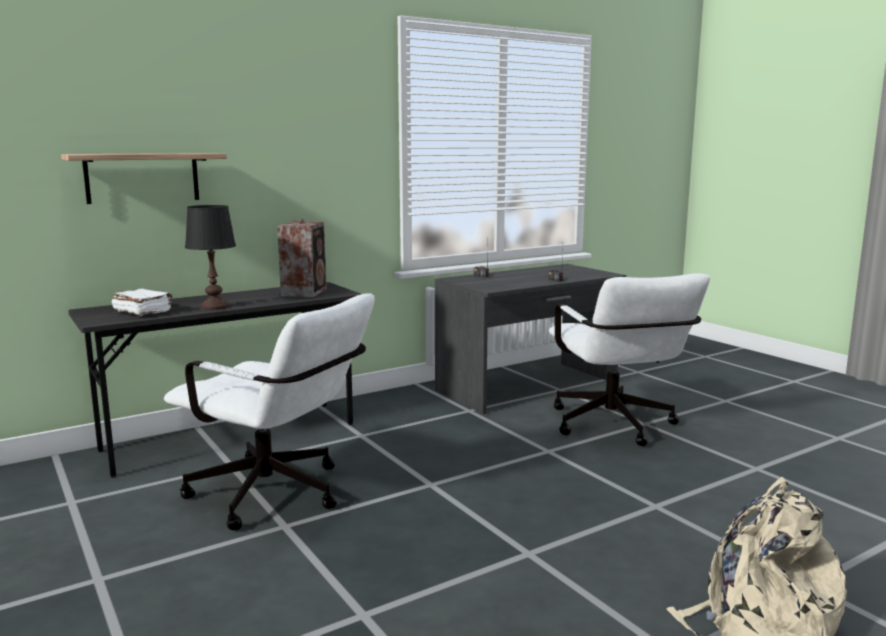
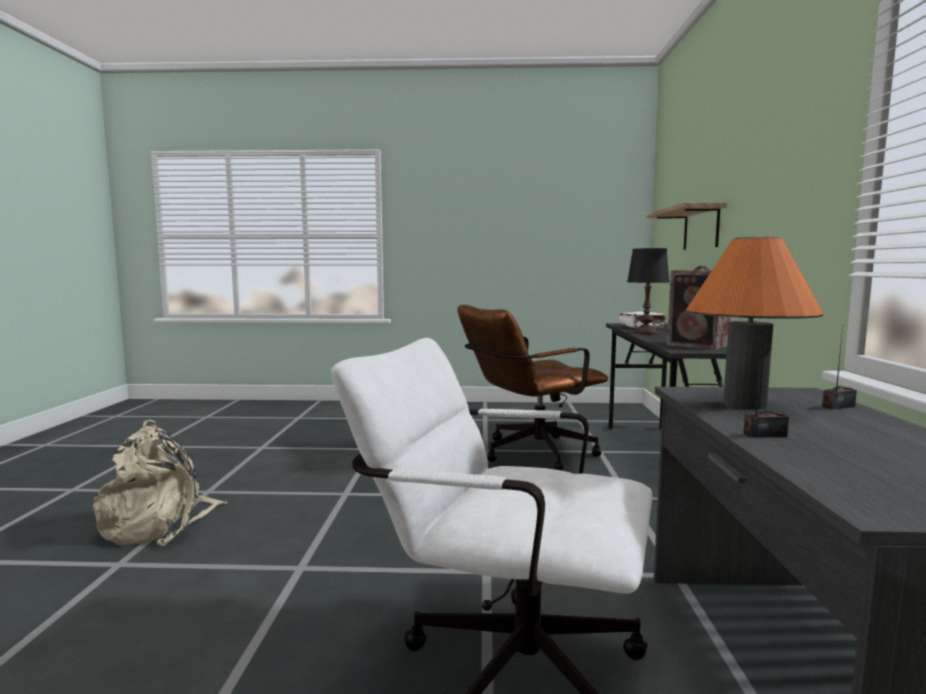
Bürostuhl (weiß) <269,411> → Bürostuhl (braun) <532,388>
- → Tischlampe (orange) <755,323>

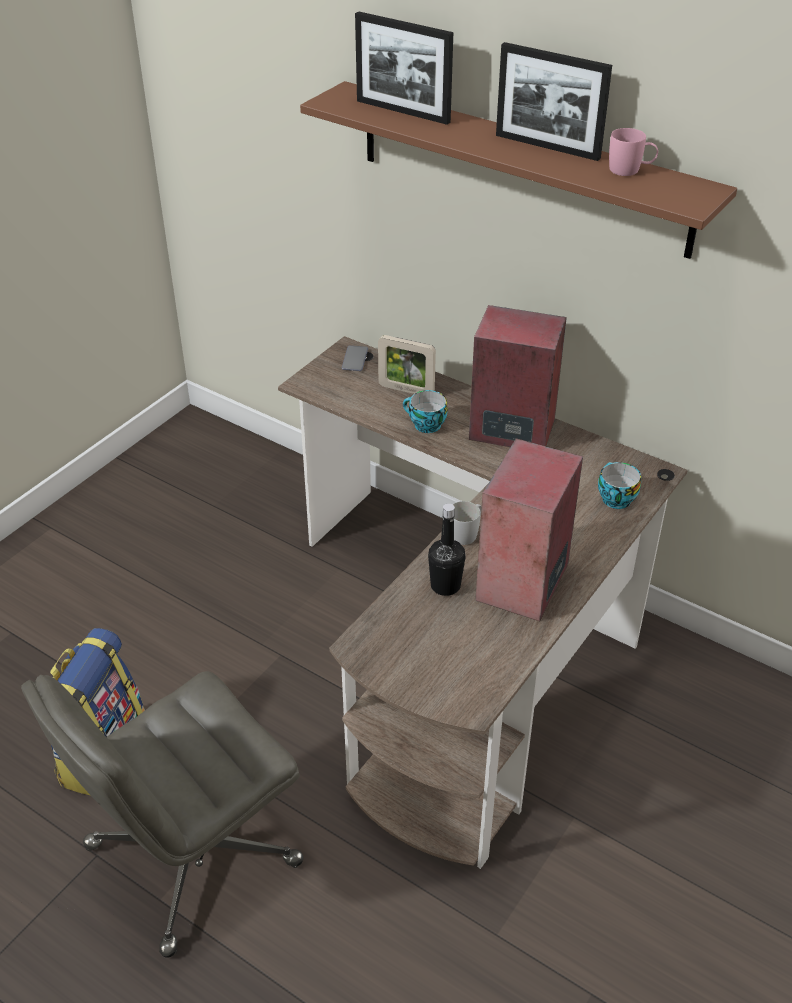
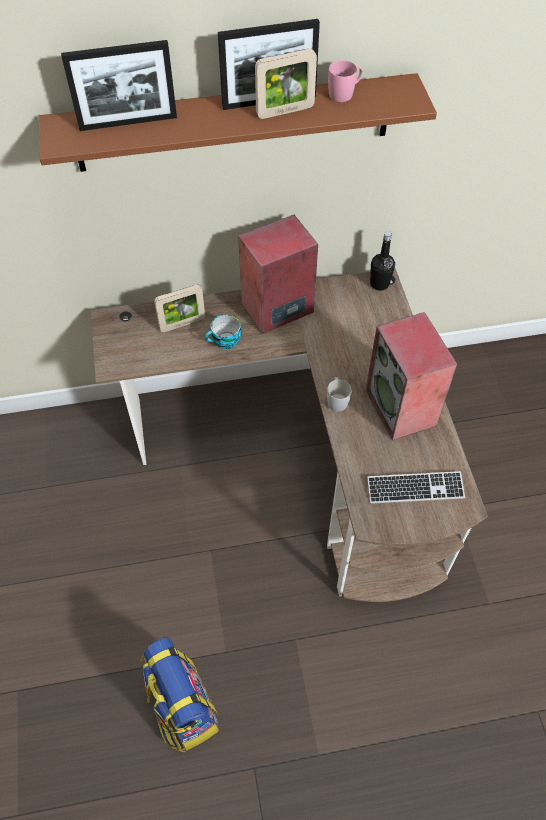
Handy <355,358> → -
Tasse <619,485> → -
Flasche (schwarz) <447,550> → Flasche (schwarz) <382,261>, move
Bürostuhl (grau) <162,814> → -
- → Bilderrahmen <286,83>
- → Tastatur <416,487>

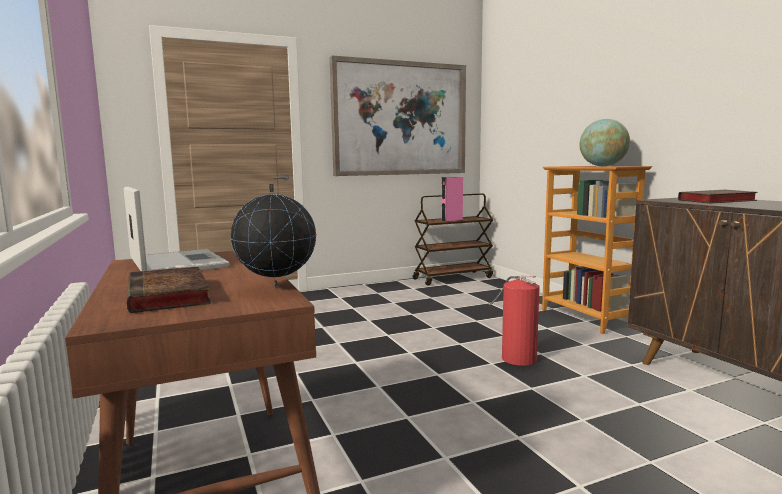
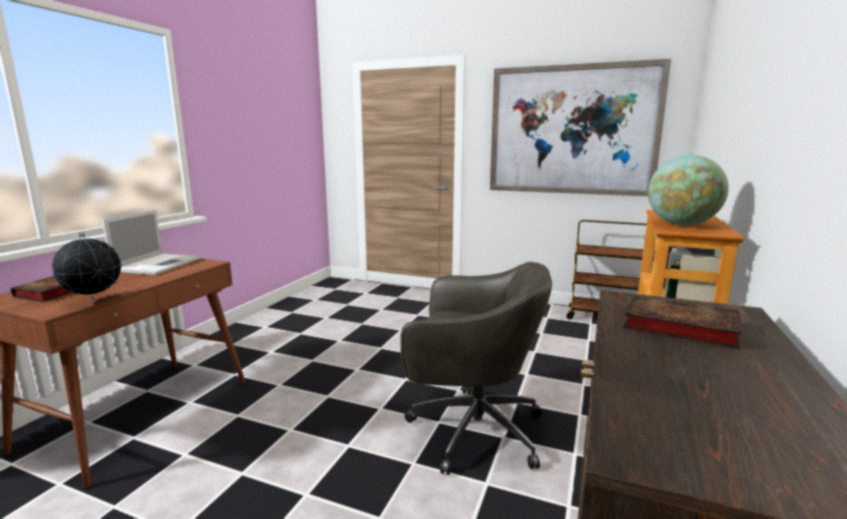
Lautsprecher (rosa) <452,199> → -
Feuerlöscher <514,321> → Bürostuhl (grau) <476,368>

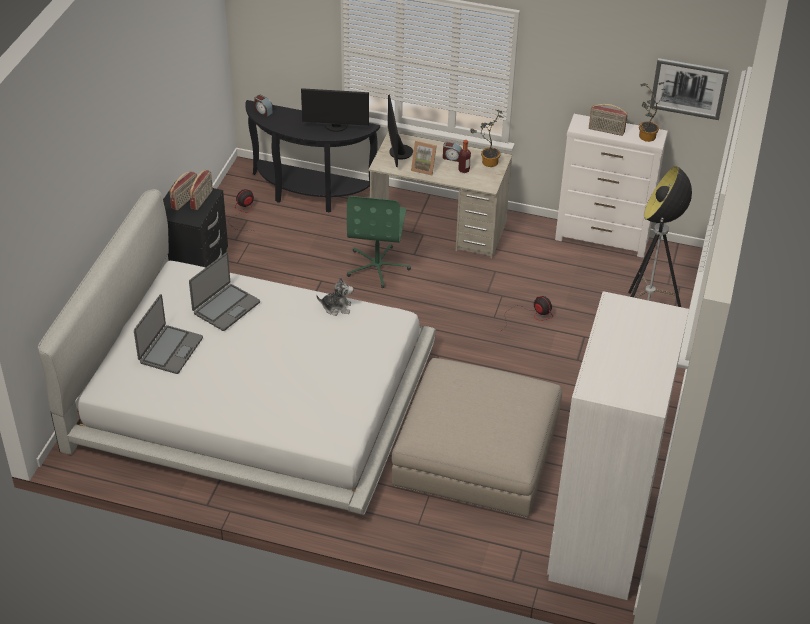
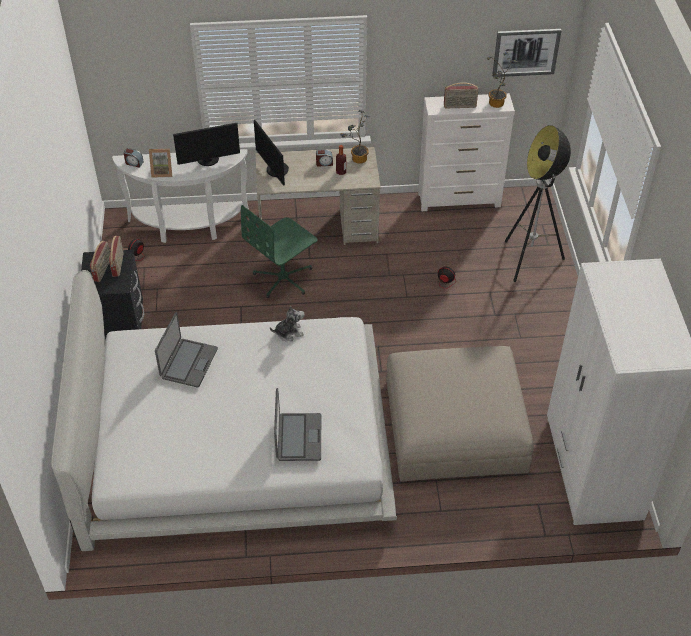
Konsolentisch (schwarz) <312,156> → Konsolentisch (weiß) <180,196>
Bilderrahmen <424,158> → Bilderrahmen <160,163>, move
Bürostuhl (grün) <379,242> → Bürostuhl (grün) <279,251>, 60 degrees clockwise
Laptop <168,334> → Laptop <297,424>, move

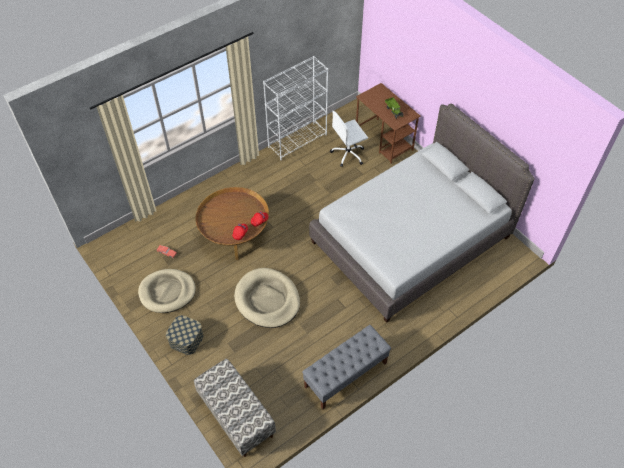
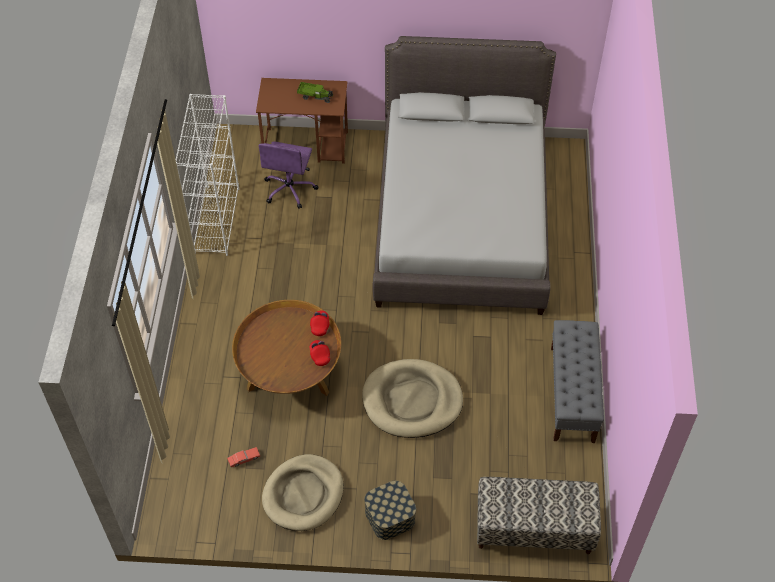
Bürostuhl (weiß) <349,139> → Bürostuhl (lila) <288,175>

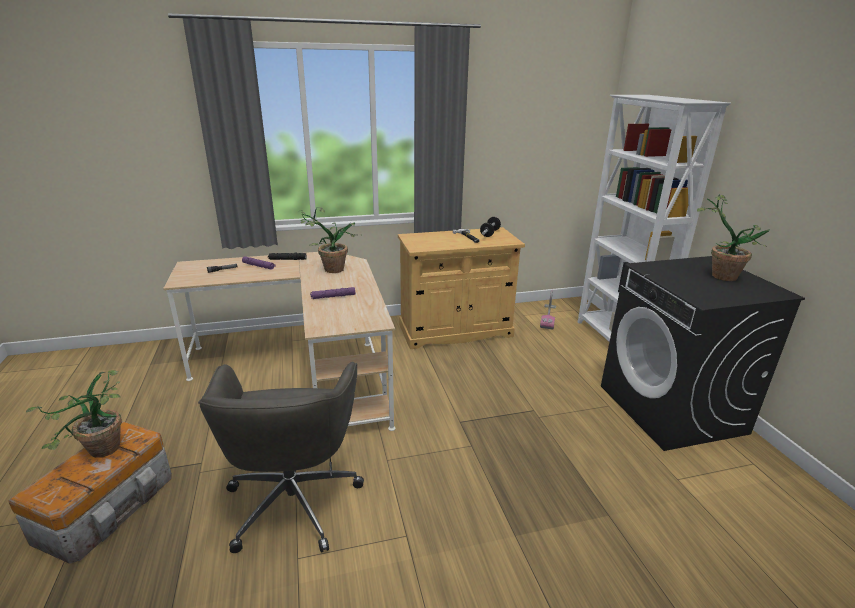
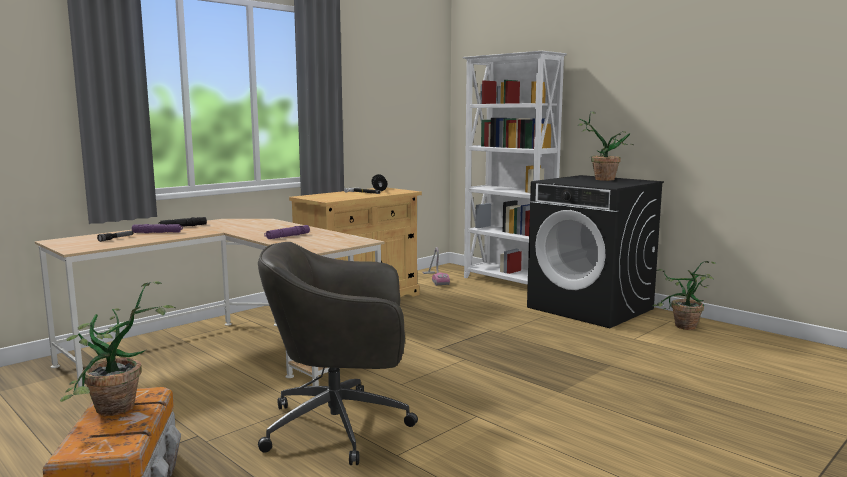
Topfpflanze <327,240> → Topfpflanze <685,295>, move
Bürostuhl (grau) <281,457> → Bürostuhl (grau) <338,353>, 120 degrees clockwise

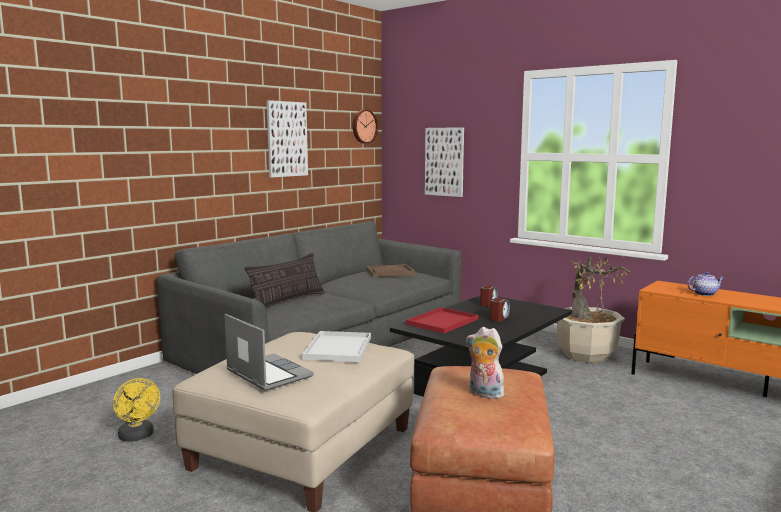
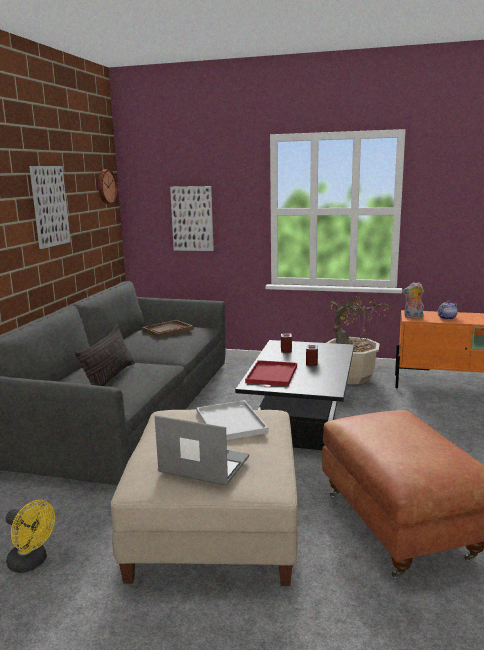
Plüschtier <485,363> → Plüschtier <413,300>, move

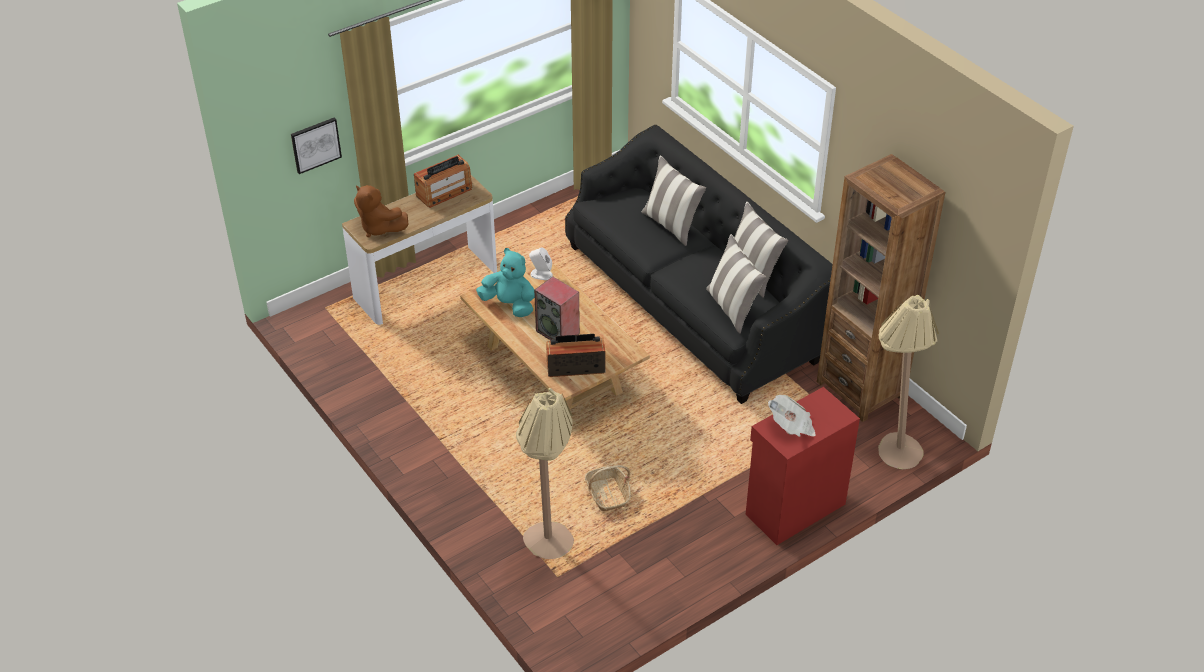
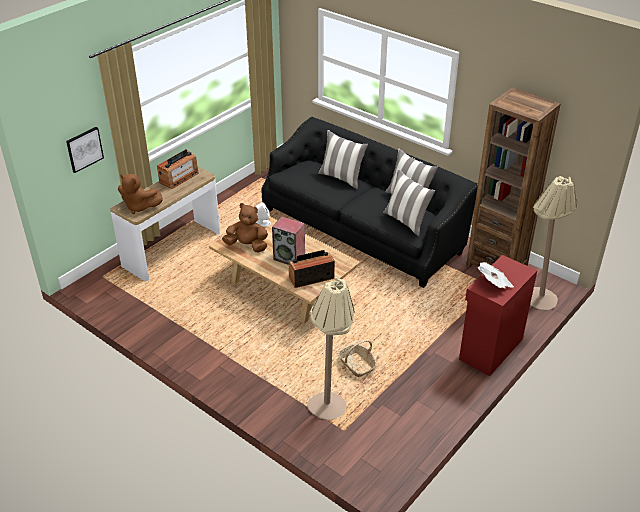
Plüschtier (türkis) <505,282> → Plüschtier (braun) <245,227>

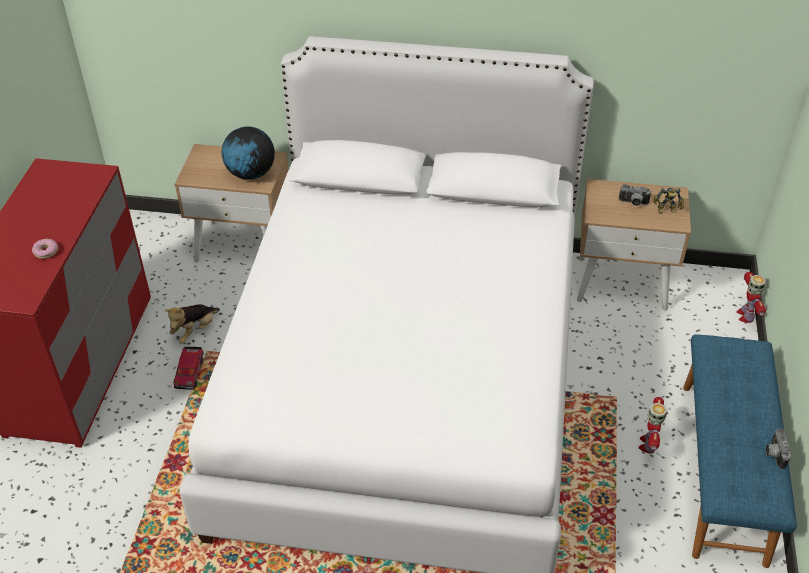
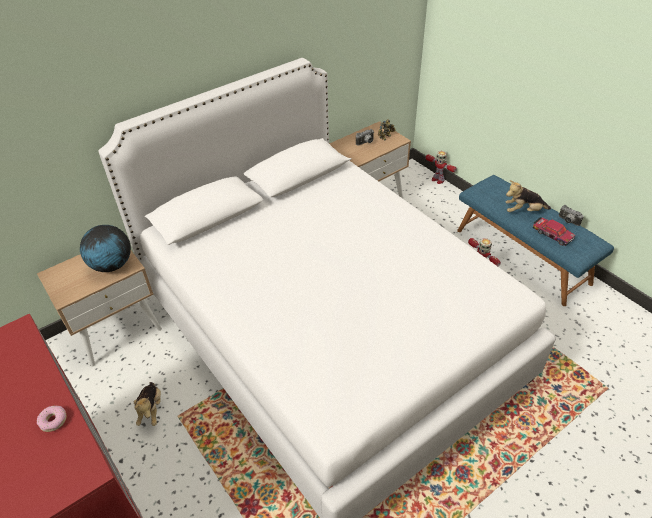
Spielzeugauto <189,368> → Spielzeugauto <554,231>, move
- → Plüschtier <528,196>

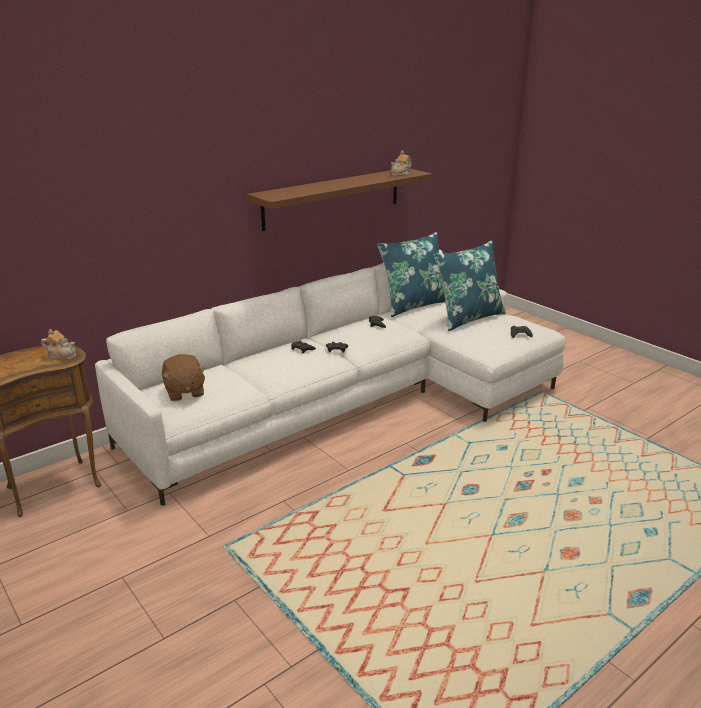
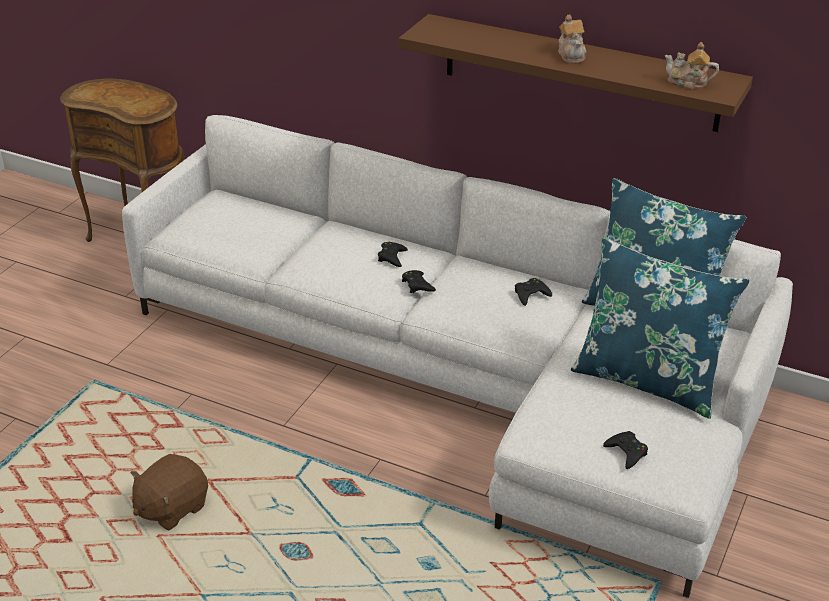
Teekanne <58,344> → Teekanne <572,39>, move
Plüschtier (braun) <184,377> → Plüschtier (braun) <169,492>, move

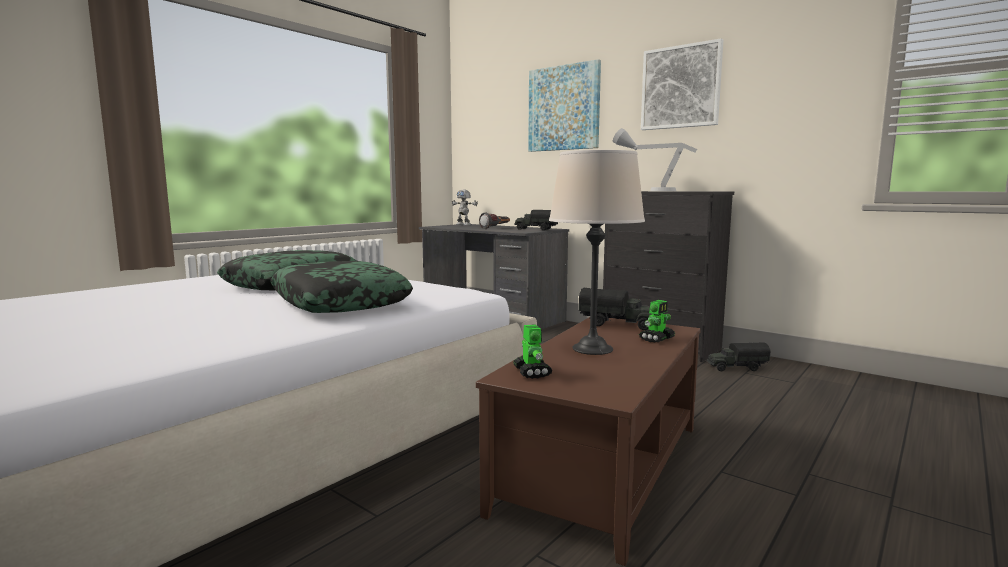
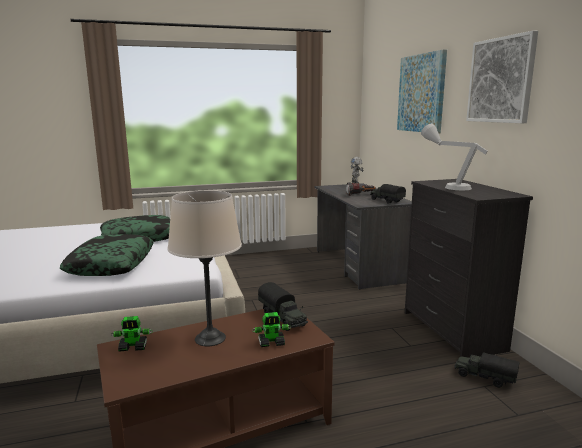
Spielzeugroboter <532,351> → Spielzeugroboter <132,334>, 60 degrees clockwise

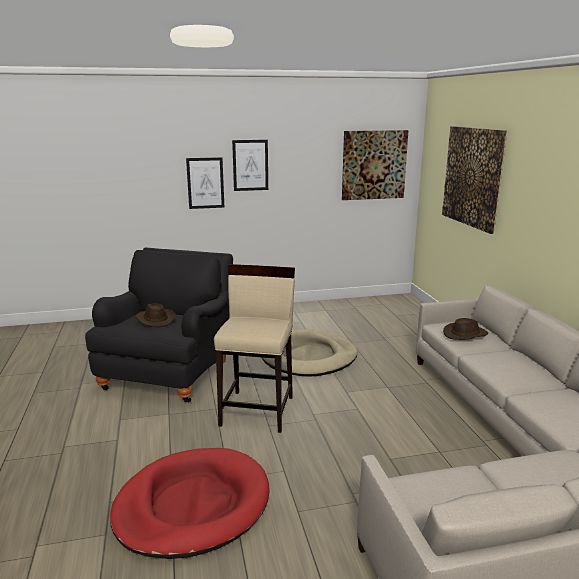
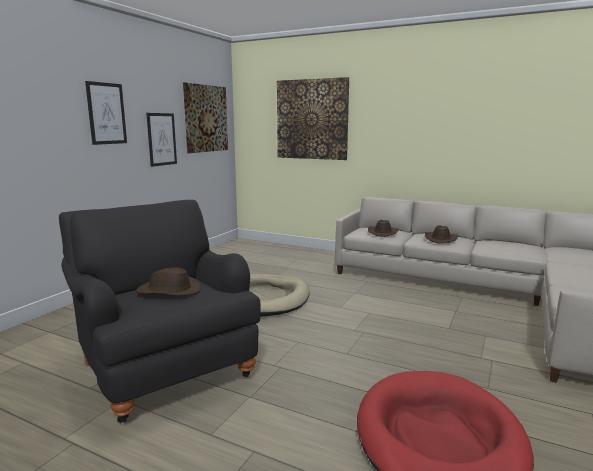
Bild <205,183> → Bild <161,140>, move
Hocker (beige) <254,348> → -
- → Hut (braun) <441,235>

